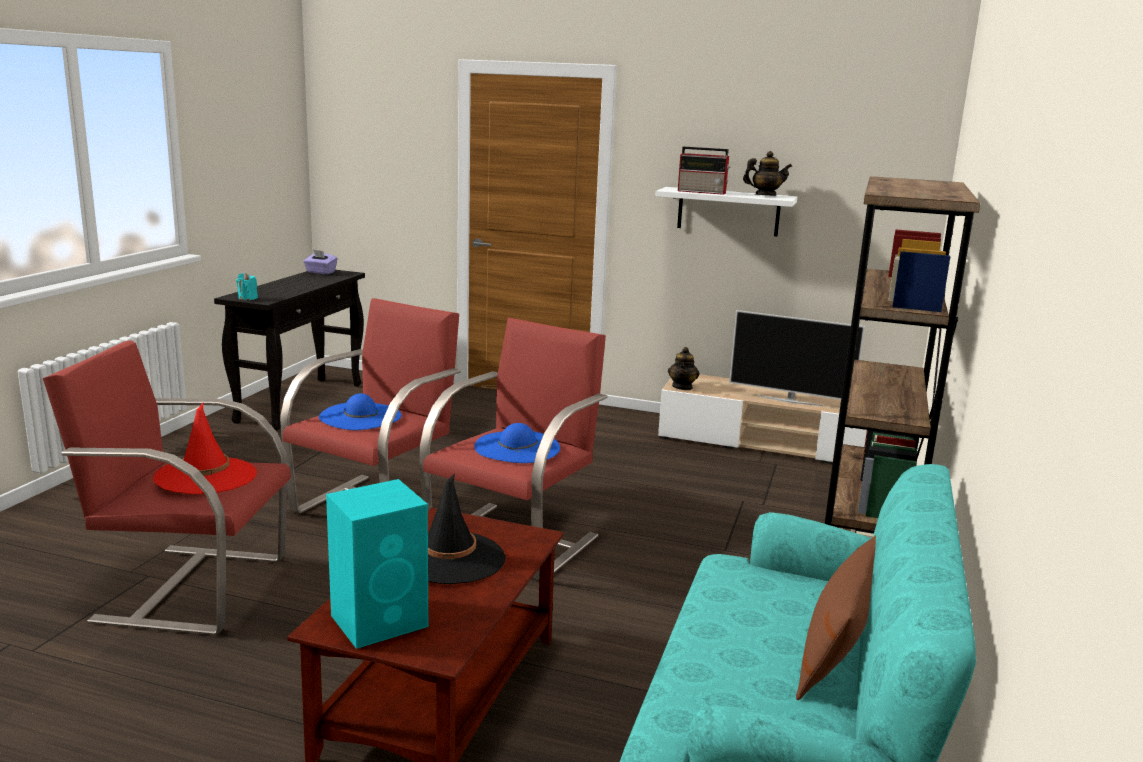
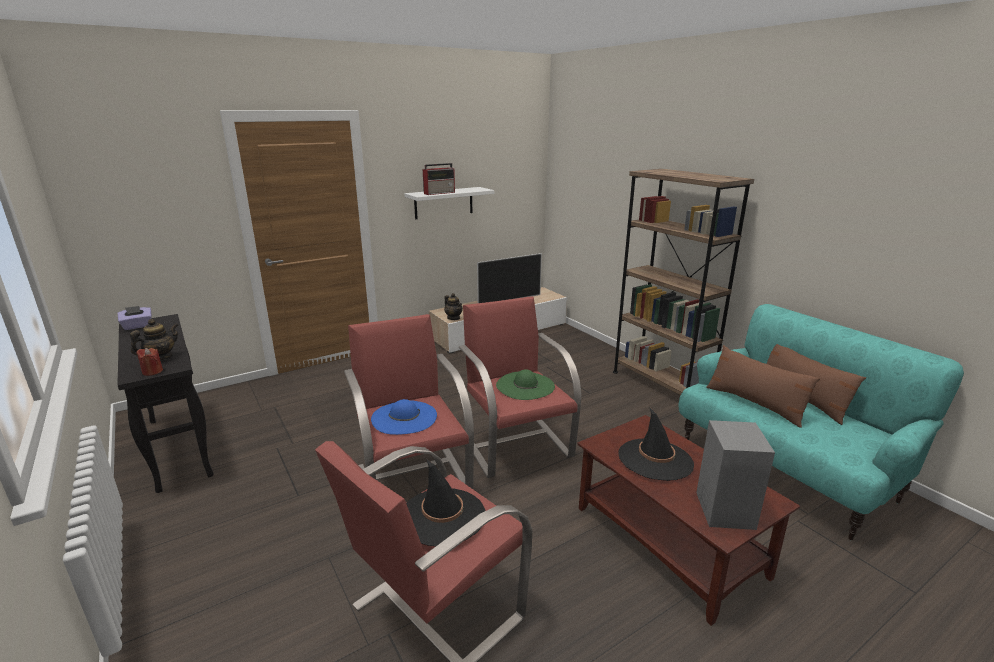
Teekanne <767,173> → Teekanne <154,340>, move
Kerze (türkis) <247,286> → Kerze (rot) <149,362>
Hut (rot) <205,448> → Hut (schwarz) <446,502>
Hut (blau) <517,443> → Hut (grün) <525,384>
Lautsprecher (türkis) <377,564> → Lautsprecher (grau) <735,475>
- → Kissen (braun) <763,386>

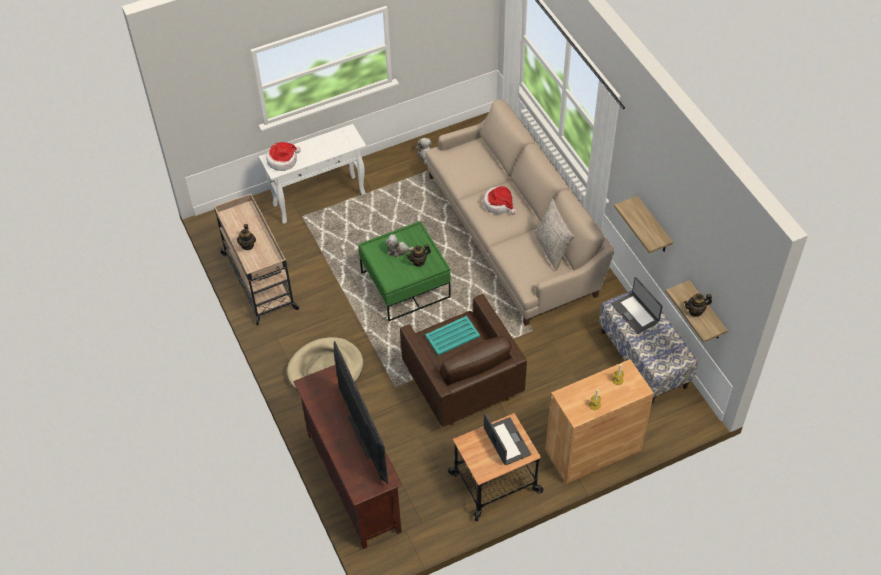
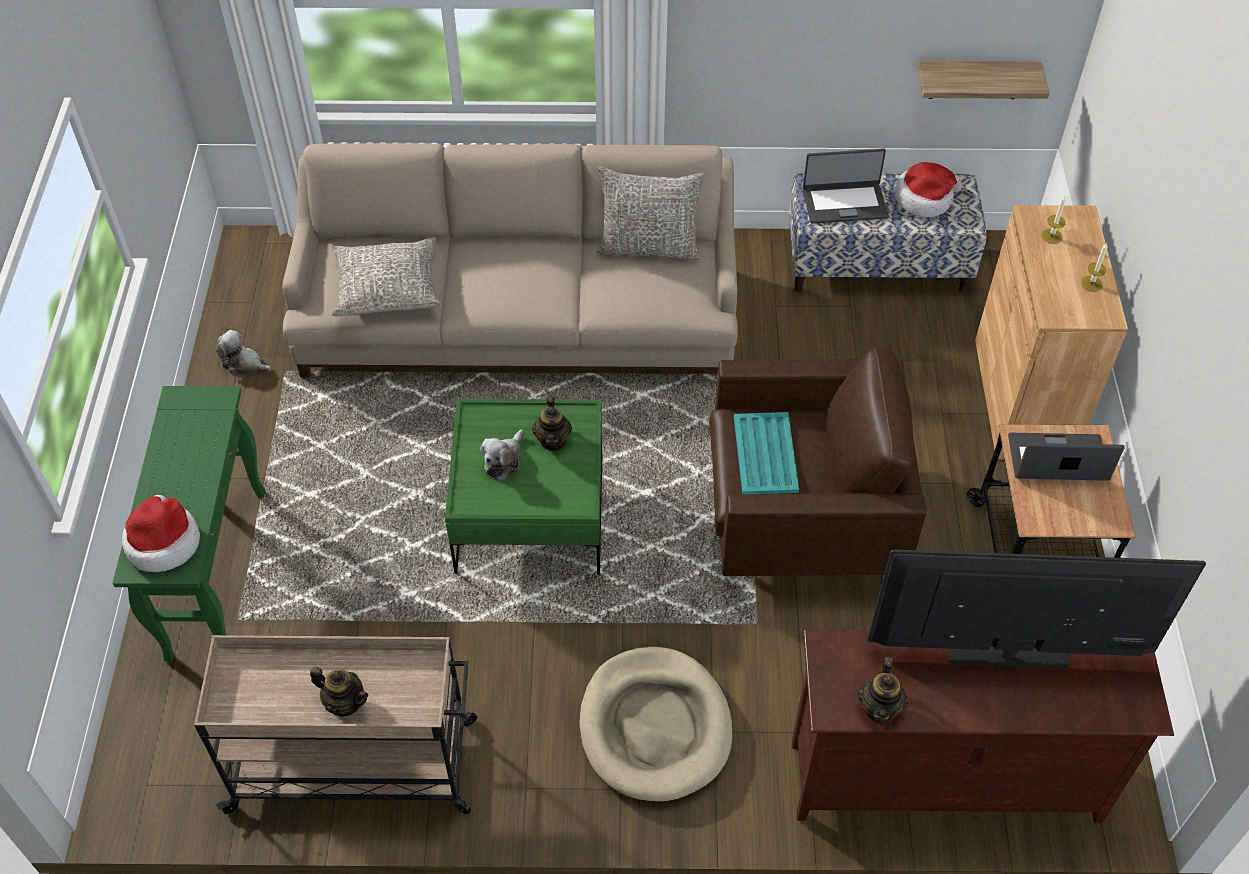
Konsolentisch (weiß) <312,174> → Konsolentisch (grün) <189,523>
Hut <500,200> → Hut <928,189>, move
Wandregal <643,224> → -
Teekanne <698,305> → Teekanne <883,690>, move
- → Kissen (grau) <386,277>

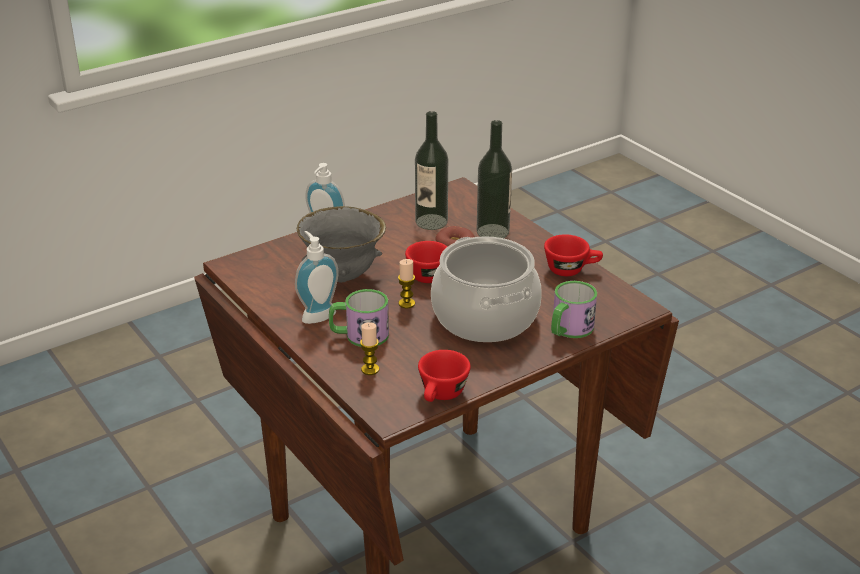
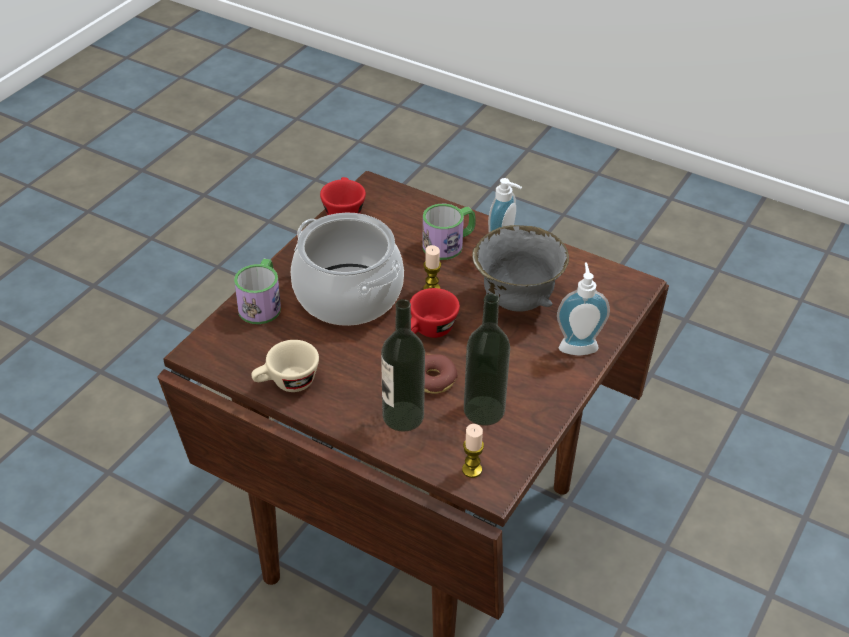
Tasse (rot) <573,255> → Tasse (beige) <285,366>
Kerze <369,348> → Kerze <473,451>, move

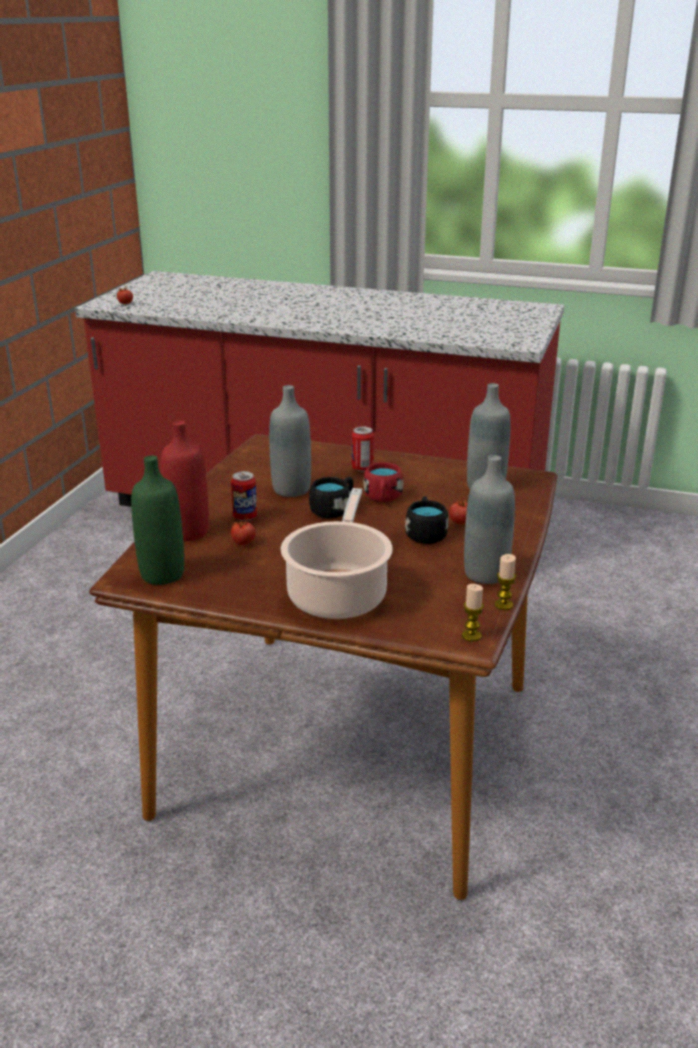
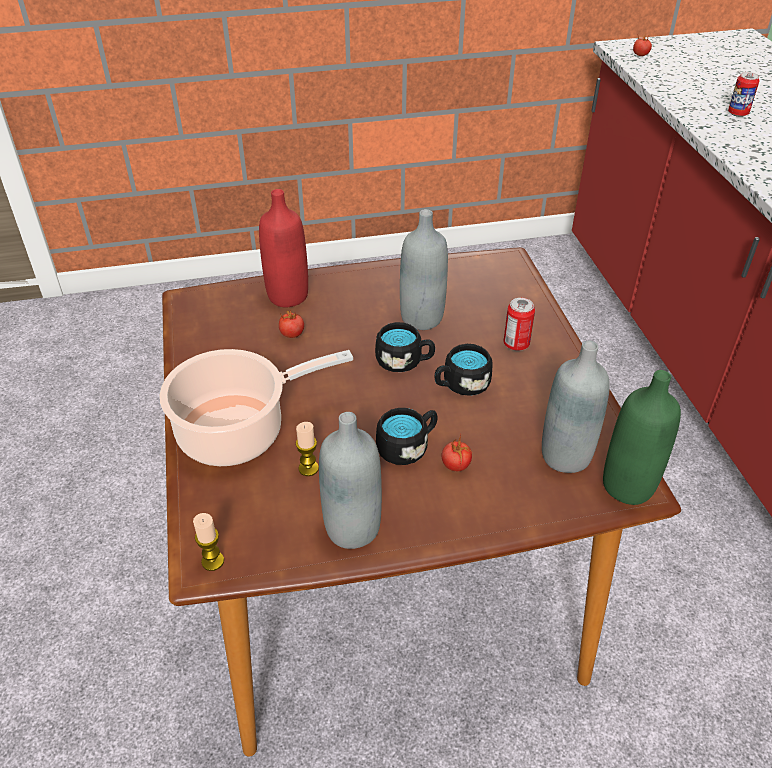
Flasche (grün) <157,520> → Flasche (grün) <642,437>, move
Henkelbecher (rot) <383,482> → Henkelbecher (schwarz) <463,370>
Dose <244,496> → Dose <744,94>, move
Kerze <505,582> → Kerze <307,449>, move

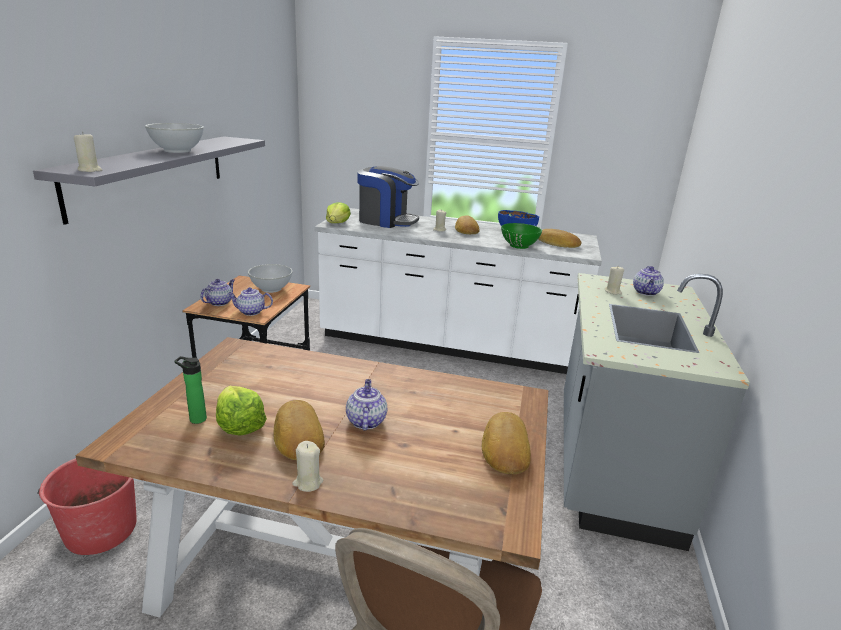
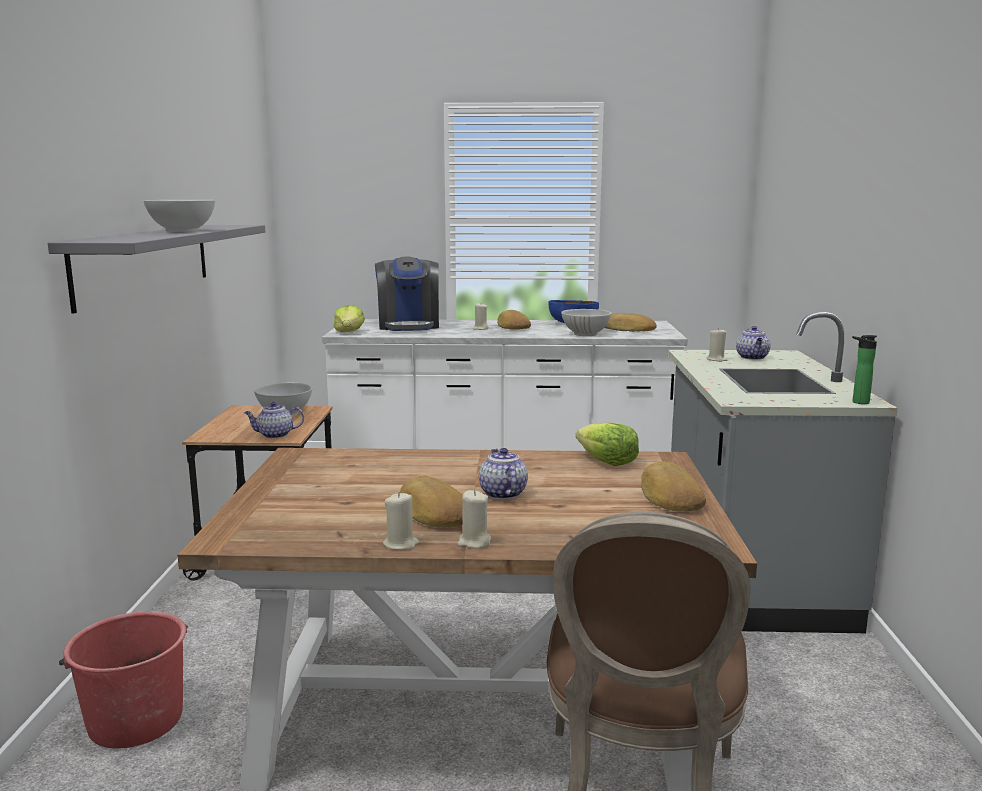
Kerze (beige) <88,152> → Kerze (beige) <401,521>, move
Kaffeemaschine <388,197> → Kaffeemaschine <407,294>, 75 degrees clockwise
Schüssel (grün) <521,236> → Schüssel (weiß) <586,322>
Teekanne <217,292> → -
Flasche <190,390> → Flasche <864,369>, move
Salatkopf <241,411> → Salatkopf <607,444>, move

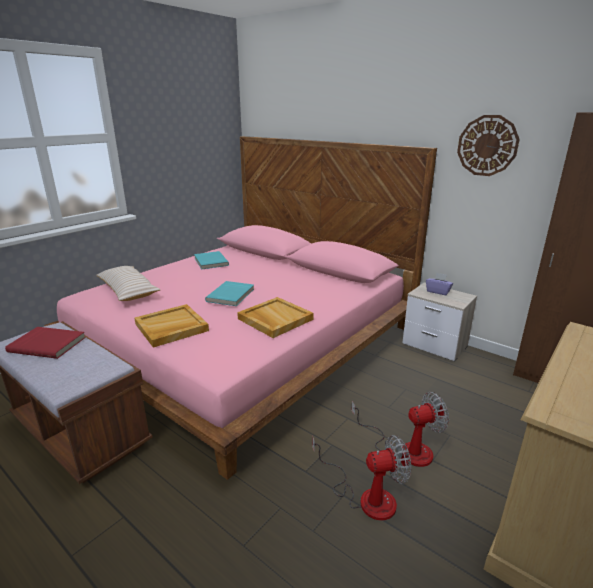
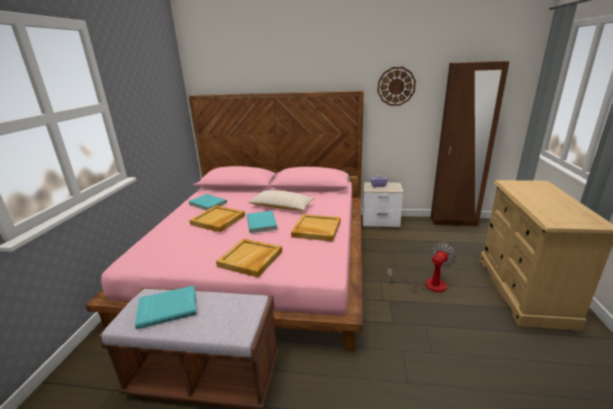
Kissen (beige) <128,283> → Kissen (beige) <281,200>, move
Buch (rot) <45,343> → Buch (türkis) <166,307>
Ventilator <361,478> → -
- → Tablett (beige) <217,218>

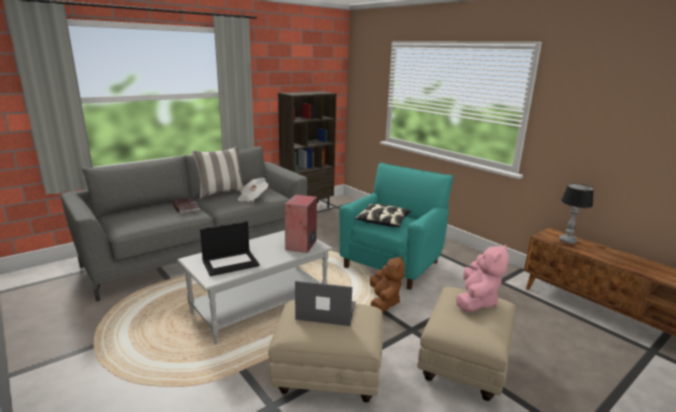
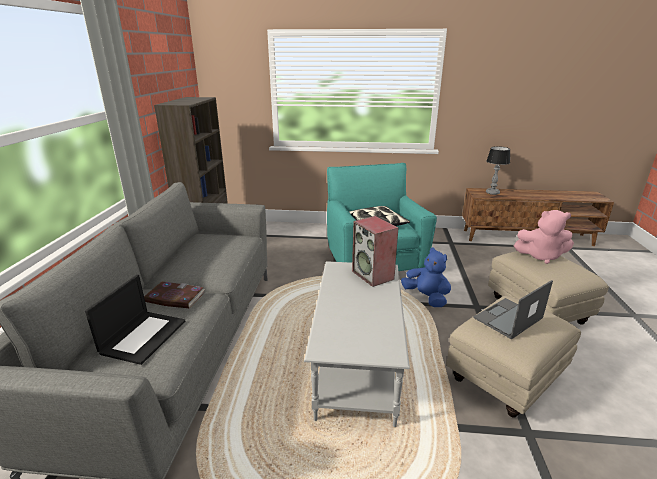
Kissen <217,172> → -
Zeitung <253,189> → -
Laptop <230,248> → Laptop <135,320>, move
Plüschtier (rosa) <482,278> → Plüschtier (rosa) <544,237>, 120 degrees clockwise
Plüschtier (braun) <387,283> → Plüschtier (blau) <426,277>

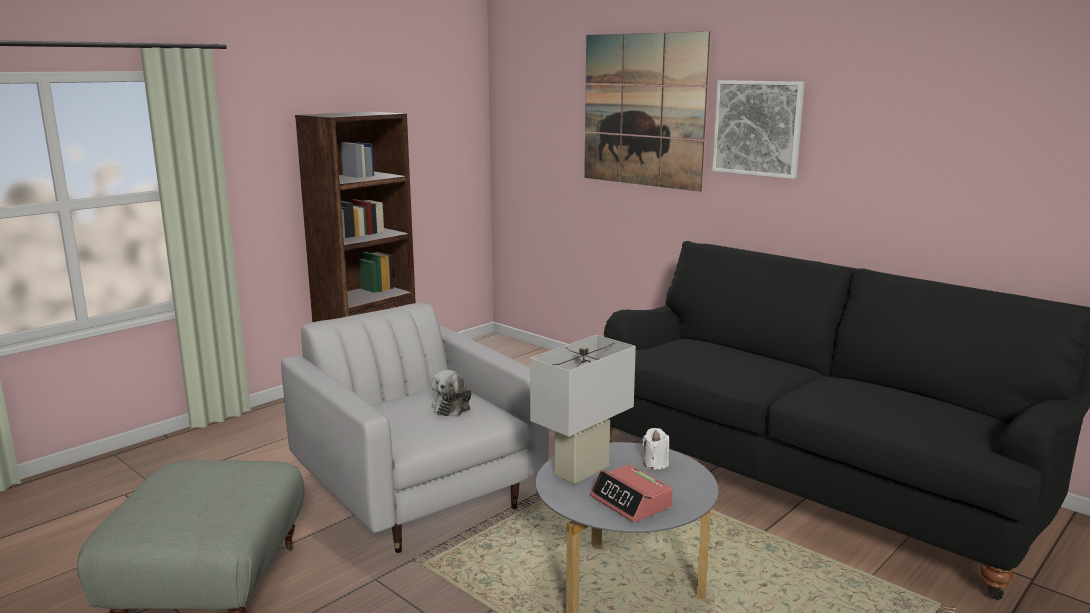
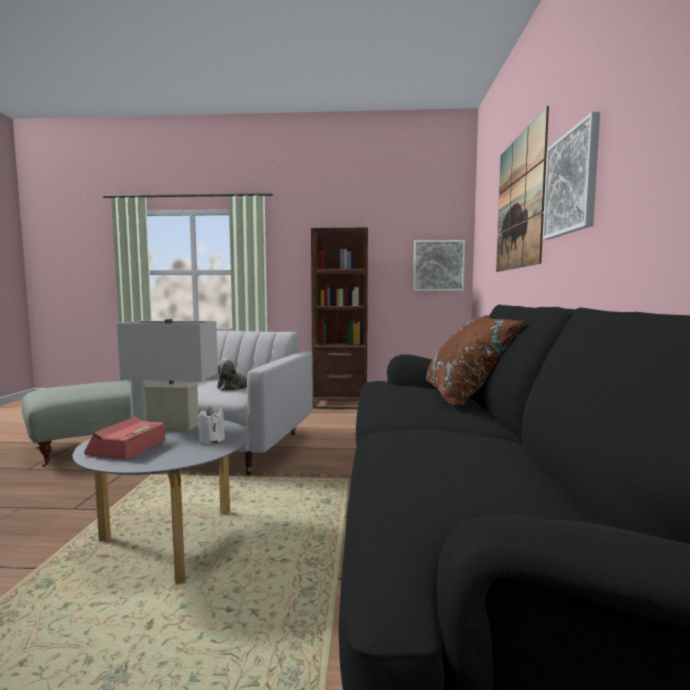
- → Bild <439,265>
- → Kissen (braun) <475,360>

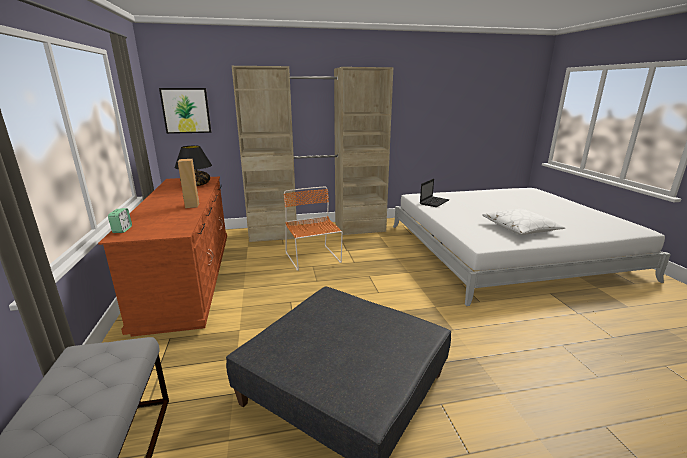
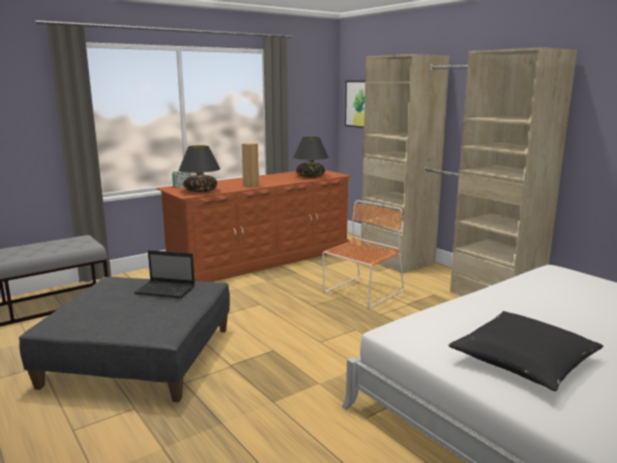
Laptop <434,193> → Laptop <164,274>, move
Kissen (weiß) <523,222> → Kissen (schwarz) <525,351>
- → Tischlampe (schwarz) <199,168>

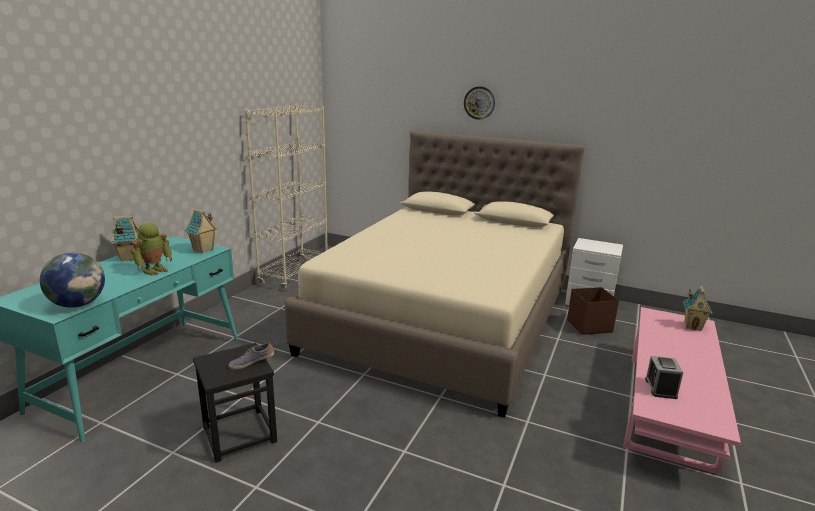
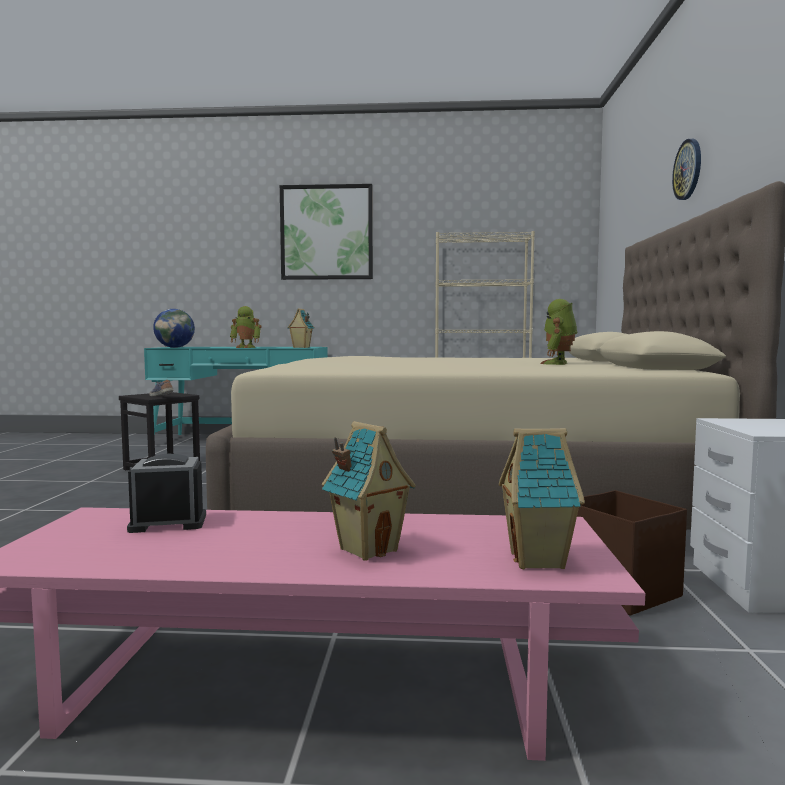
Spielzeughaus <125,238> → Spielzeughaus <369,491>, move
- → Bild <326,232>
- → Spielzeugroboter <558,332>

